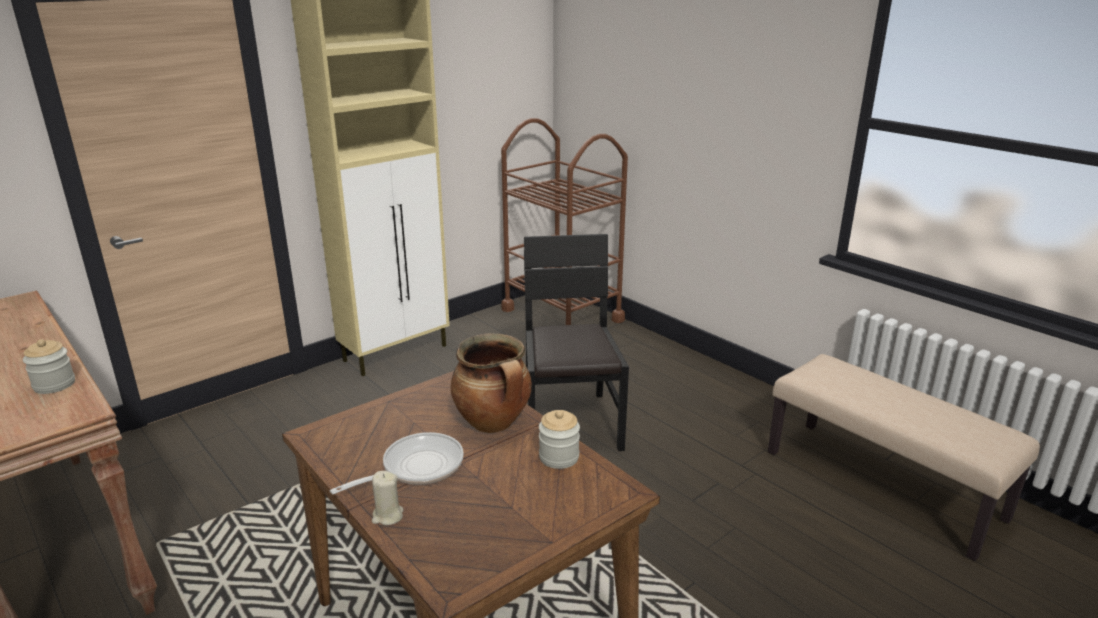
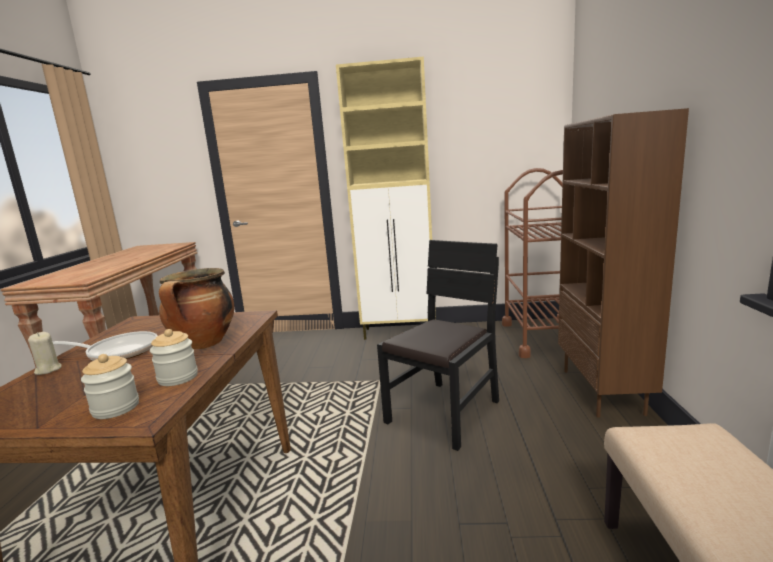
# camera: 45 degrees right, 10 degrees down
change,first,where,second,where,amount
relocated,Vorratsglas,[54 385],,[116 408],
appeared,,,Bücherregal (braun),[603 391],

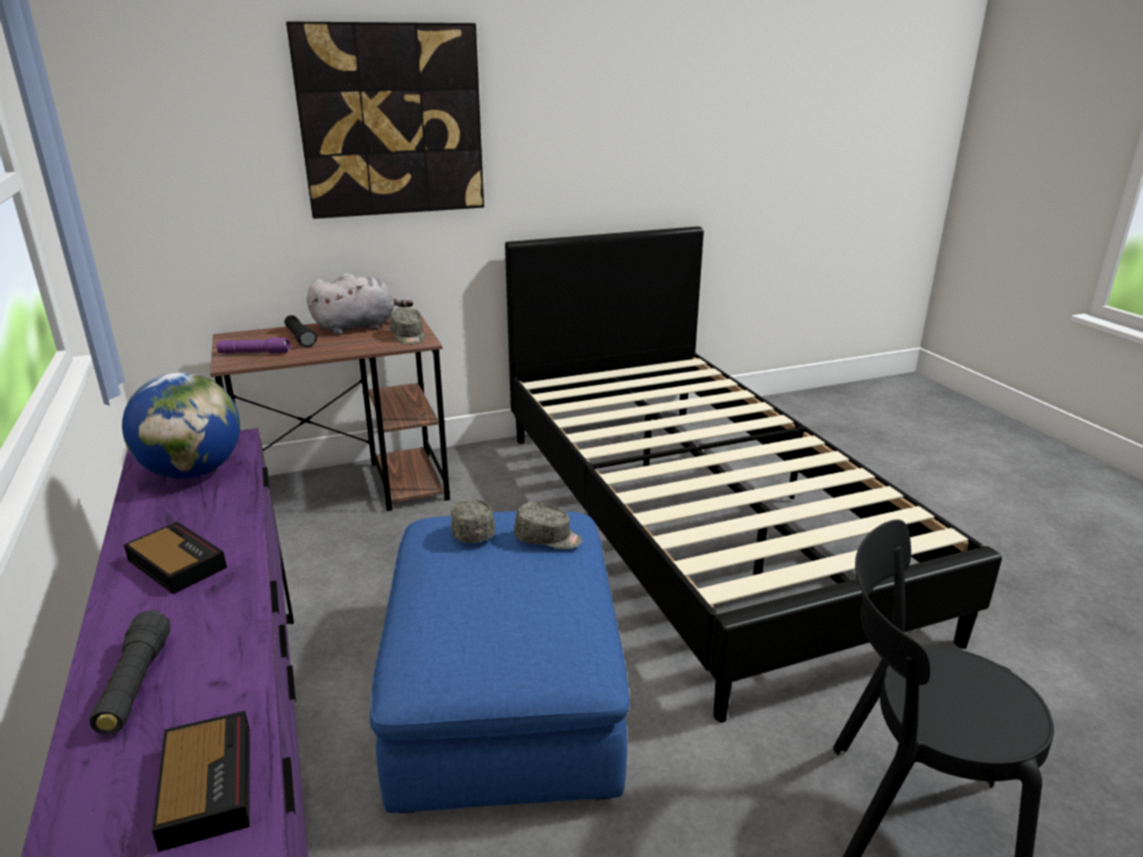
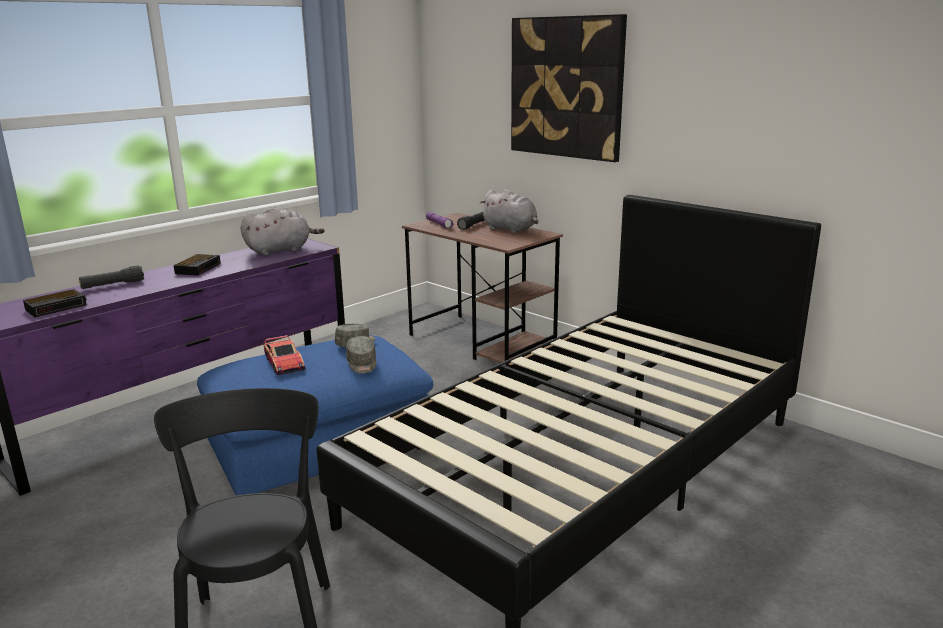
# camera: 65 degrees right, 5 degrees down
change,first,where,second,where,amount
missing,Kappe (grau),[408 336],,,
exchanged,Globus,[193 472],Plüschtier (grau),[281 250],
appeared,,,Spielzeugauto,[284 363],

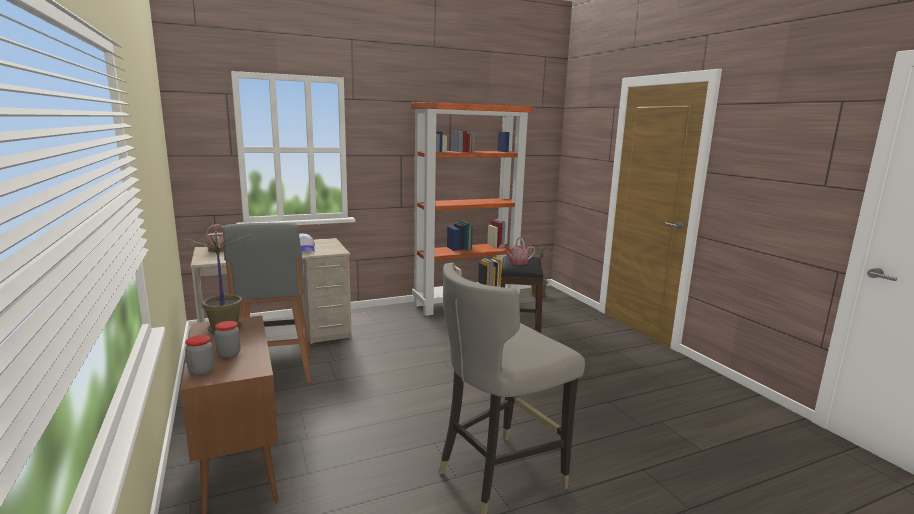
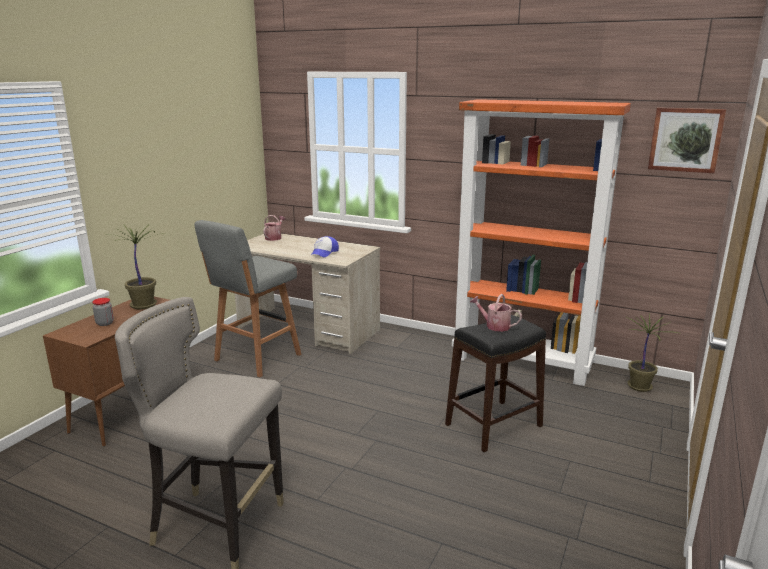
# camera: 50 degrees right, 5 degrees up
change,first,where,second,where,amount
missing,Vorratsglas,[201 371],,,
appeared,,,Bild,[685 139],

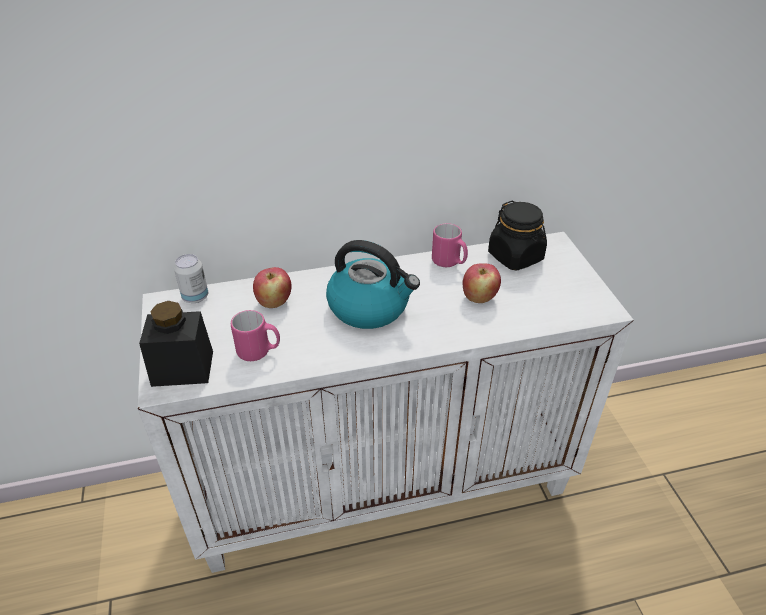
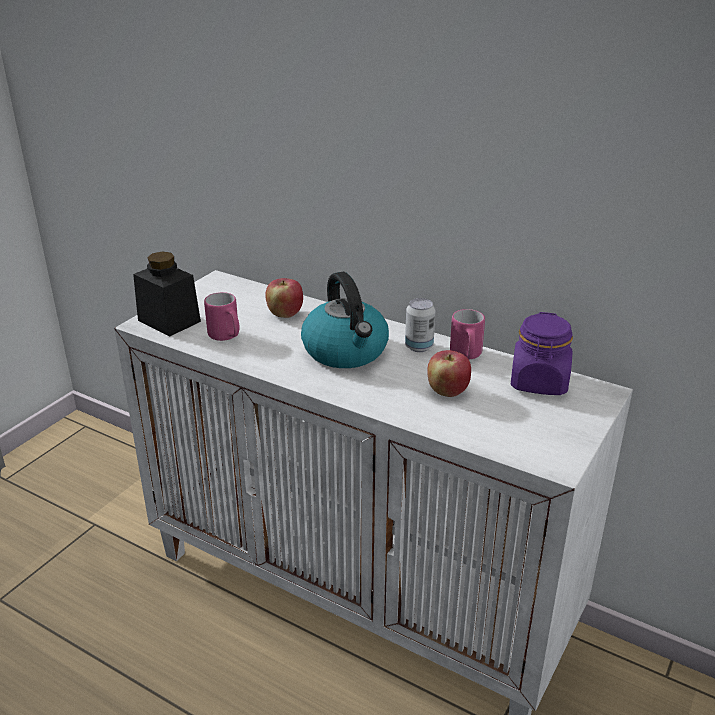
# camera: 45 degrees right, 10 degrees down
change,first,where,second,where,amount
colour,Vorratsglas (schwarz),[515 257],Vorratsglas (lila),[539 382],
relocated,Dose,[195 297],,[419 347],

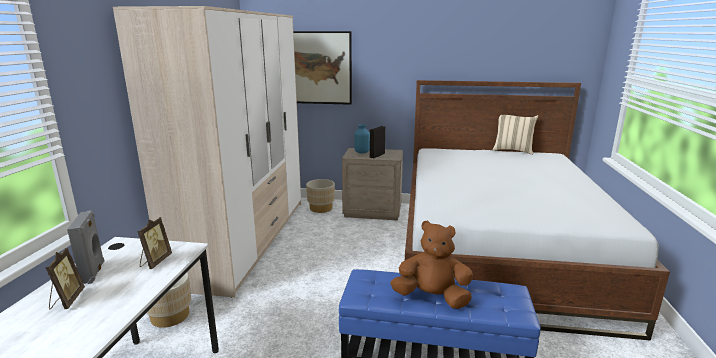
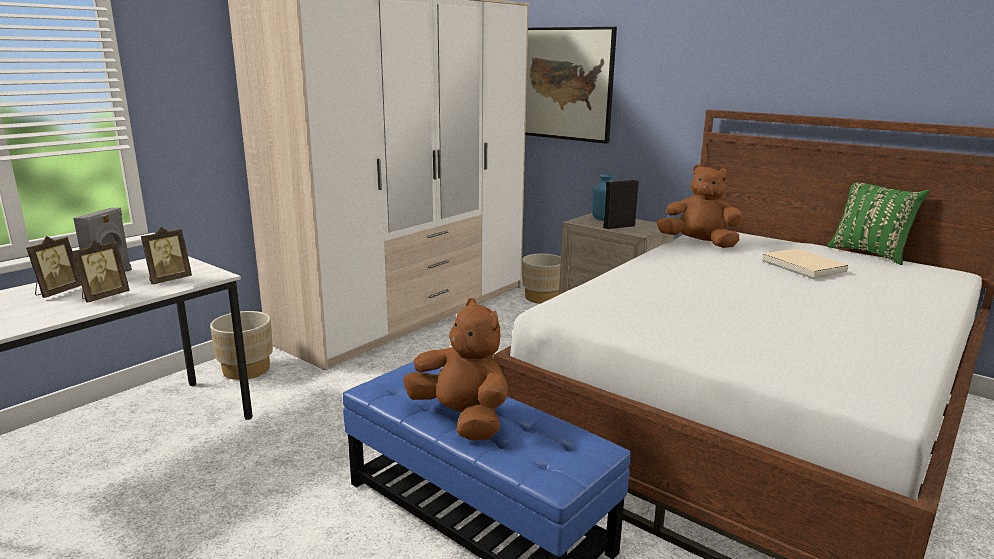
# camera: 30 degrees right, 0 degrees up
change,first,where,second,where,amount
colour,Kissen (beige),[513 150],Kissen (grün),[869 253],
appeared,,,Plüschtier (braun),[698 243],
appeared,,,Bilderrahmen,[104 297],
appeared,,,Buch (beige),[803 267],

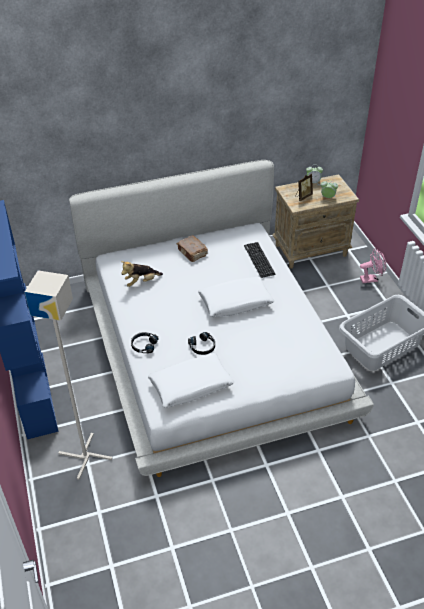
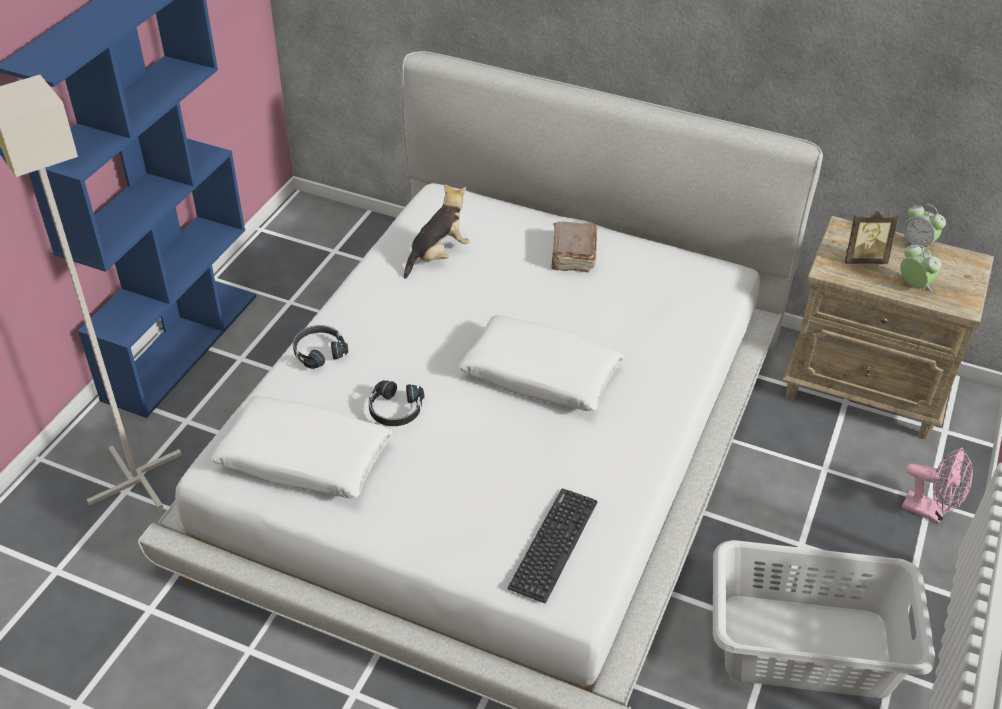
# camera: 40 degrees right, 0 degrees up
change,first,where,second,where,amount
relocated,Tastatur,[259 260],,[553 544],
spun,Plüschtier,[141 282],,[438 255],120 degrees clockwise

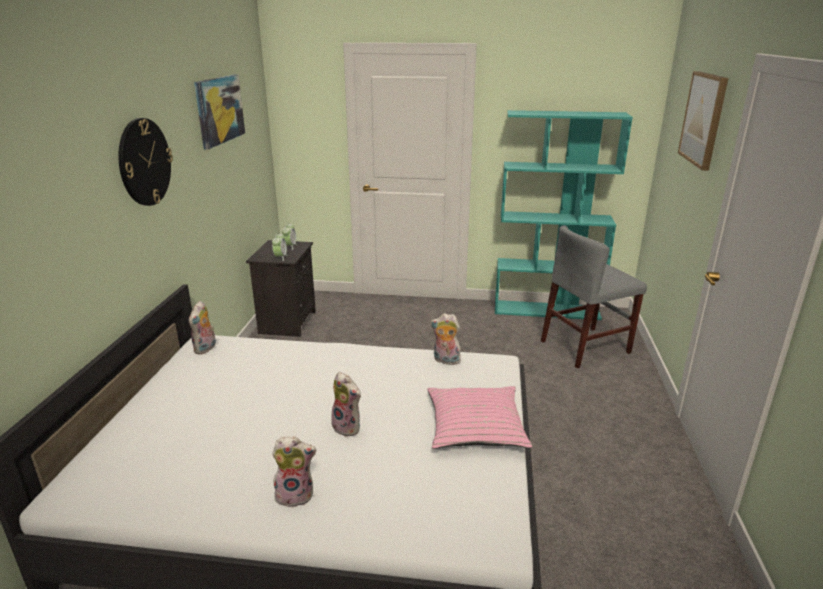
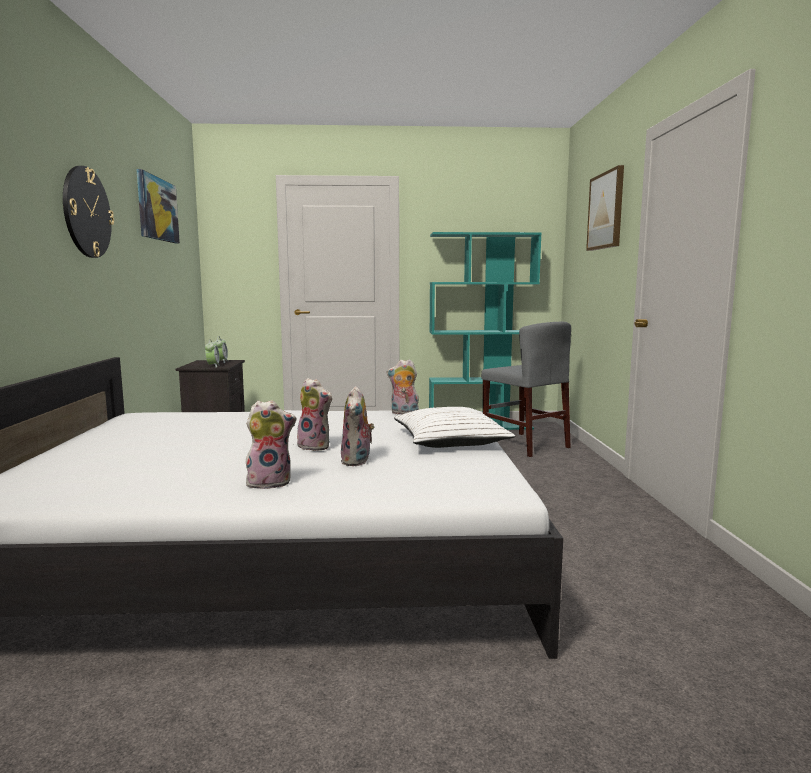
# camera: 10 degrees left, 15 degrees down
change,first,where,second,where,amount
spun,Stuhl (grau),[585 347],,[525 444],90 degrees counterclockwise
relocated,Plüschtier,[206 349],,[357 461],
colour,Kissen (rosa),[475 427],Kissen (weiß),[450 441],

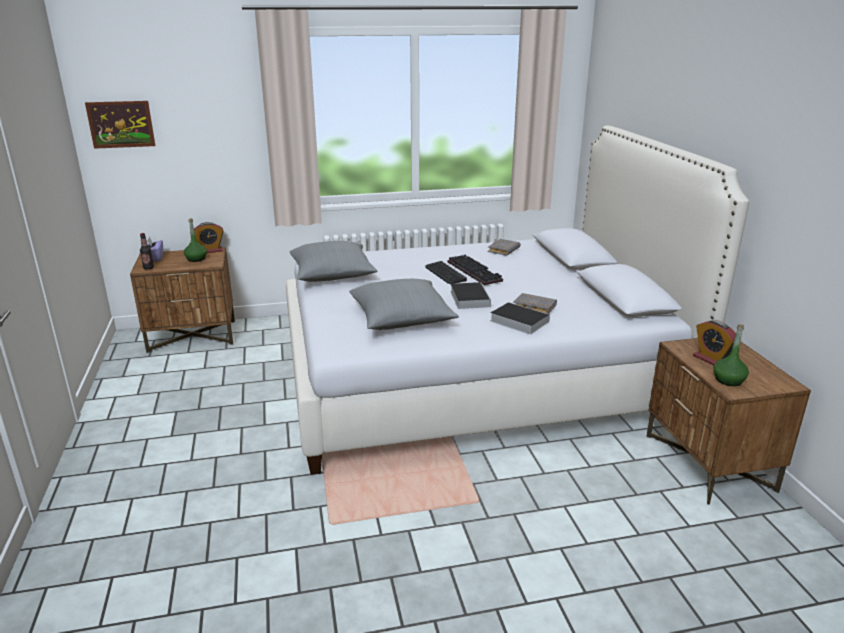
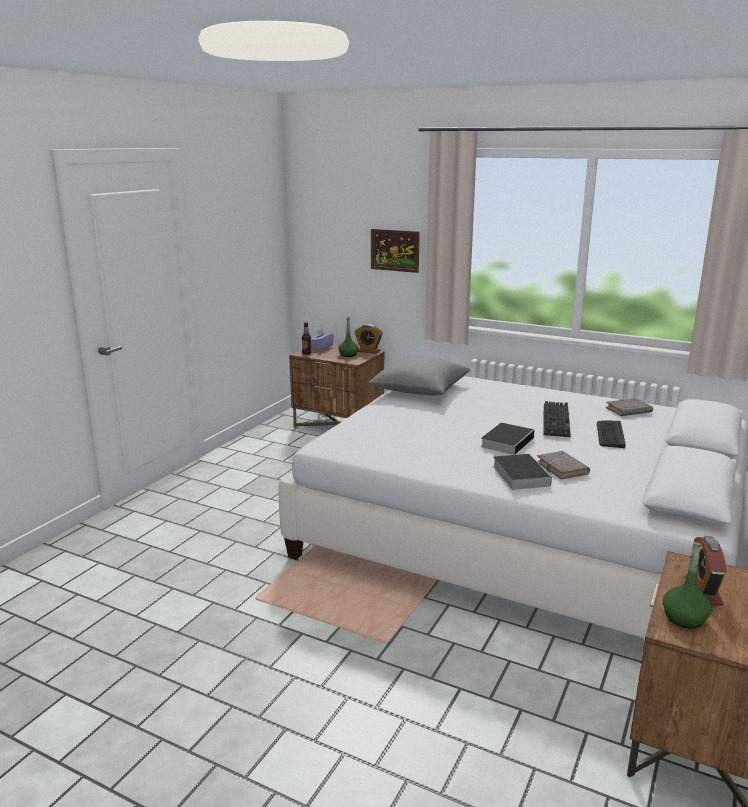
# camera: 40 degrees right, 5 degrees down
change,first,where,second,where,amount
relocated,Bild,[121 124],,[395 250],
relocated,Tastatur,[445 273],,[610 434],
missing,Kissen (grau),[401 319],,,

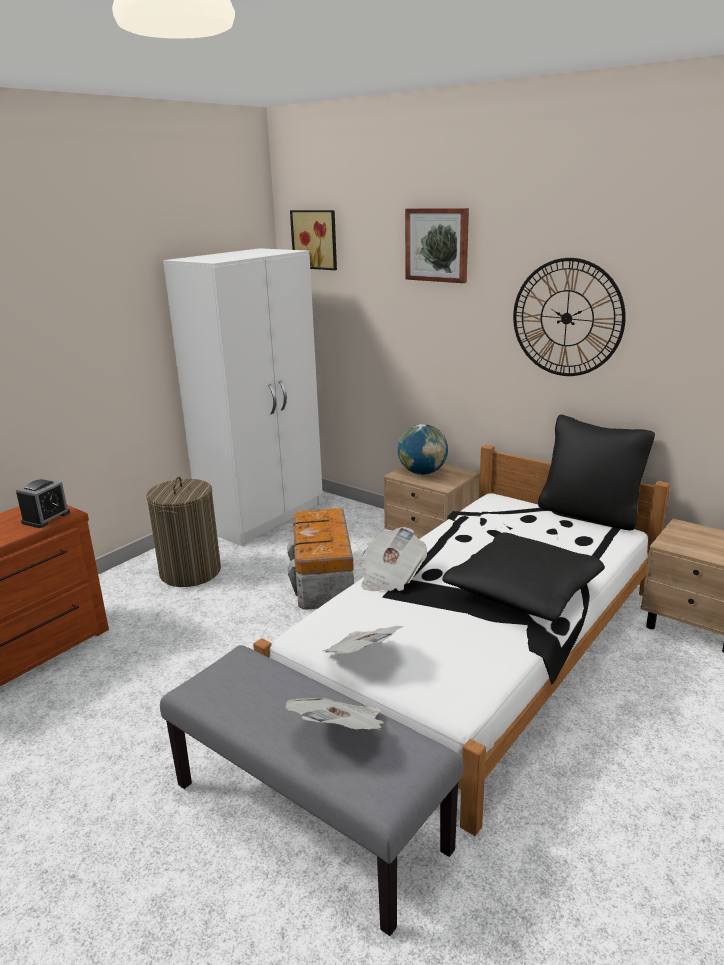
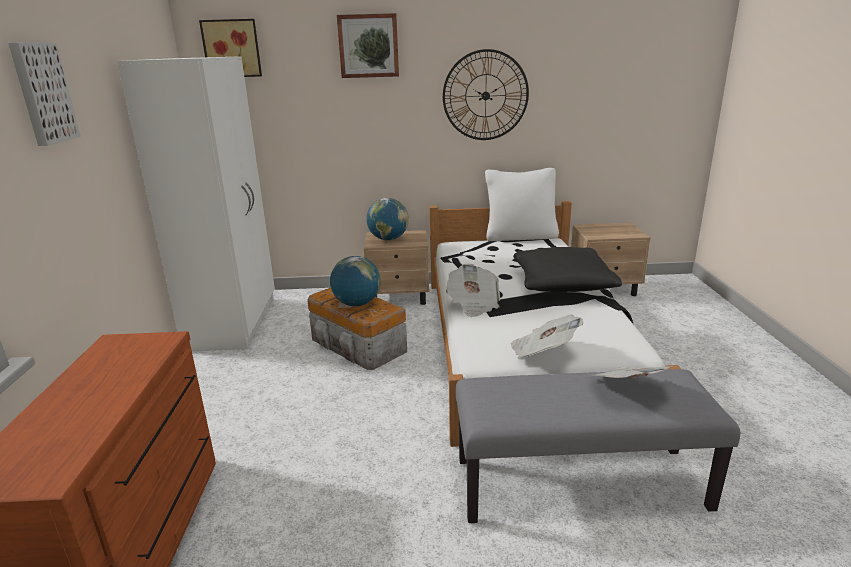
# camera: 40 degrees left, 0 degrees up
change,first,where,second,where,amount
colour,Kissen (schwarz),[589 514],Kissen (weiß),[520 236],
missing,Wäschekorb,[190 571],,,
missing,Wecker,[46 518],,,
appeared,,,Bild,[42 93],
appeared,,,Globus,[357 304],

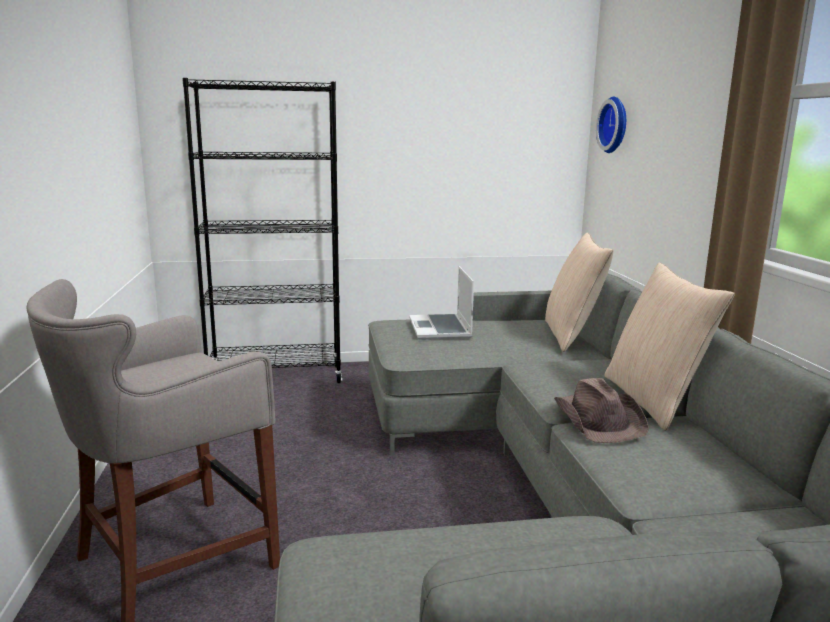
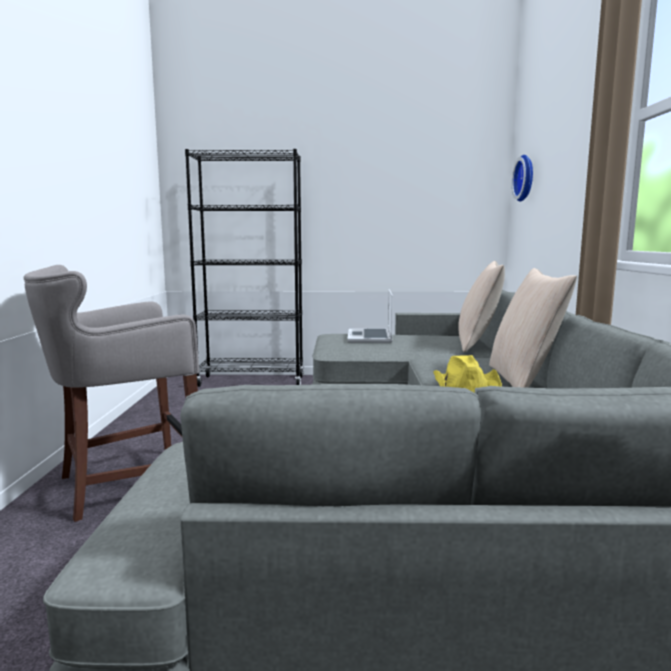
# camera: 10 degrees right, 5 degrees down
change,first,where,second,where,amount
colour,Hut (braun),[599 419],Hut (gelb),[467 388],

